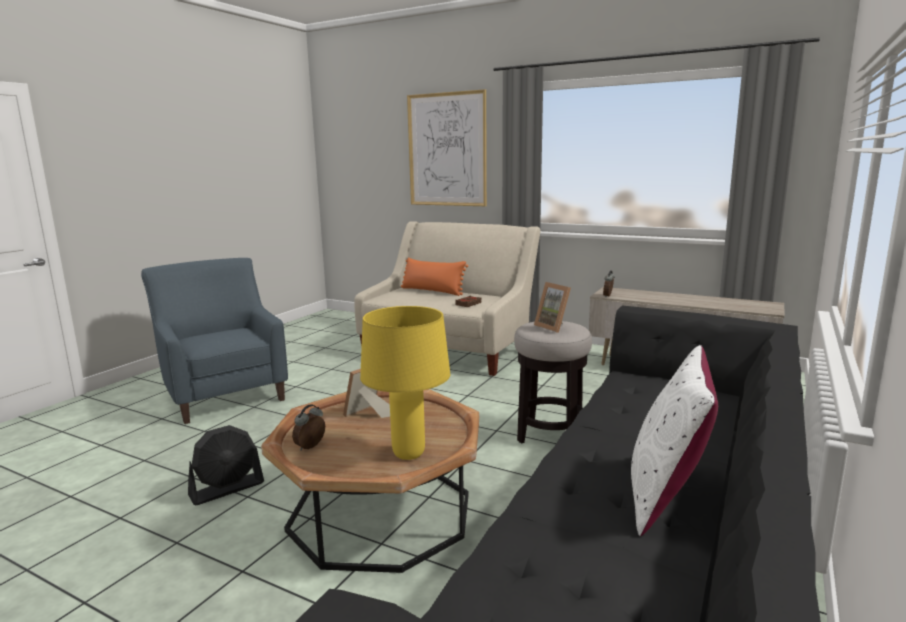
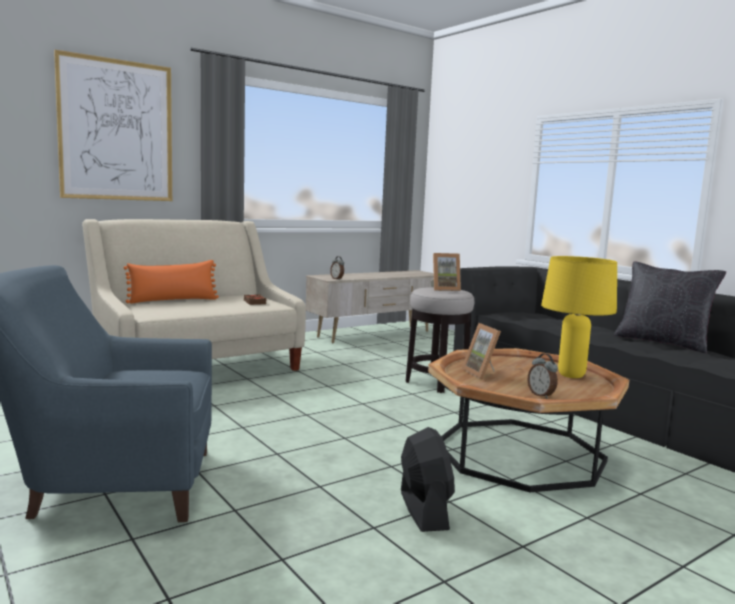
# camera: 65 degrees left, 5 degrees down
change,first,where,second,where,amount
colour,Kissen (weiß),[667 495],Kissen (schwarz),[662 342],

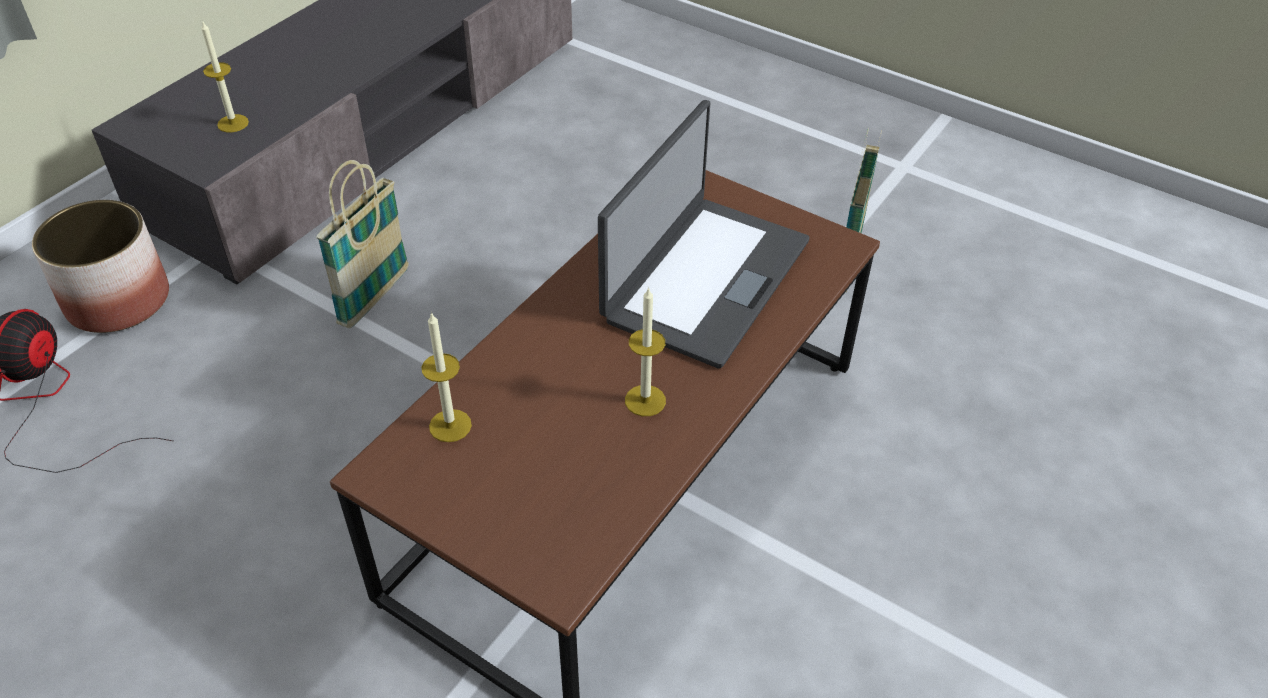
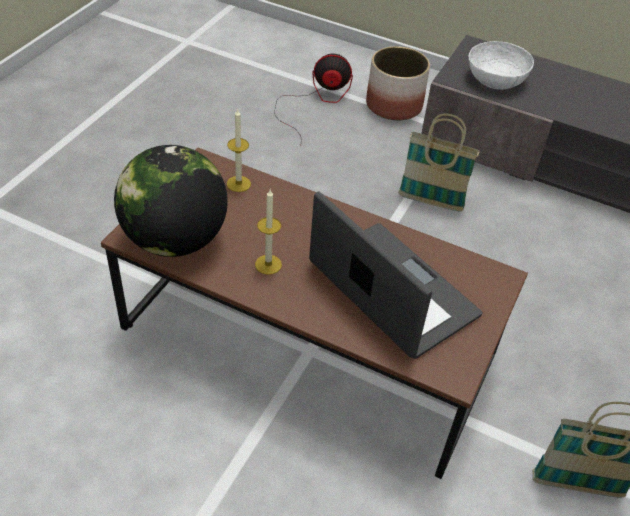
# camera: 80 degrees right, 0 degrees up
change,first,where,second,where,amount
exchanged,Kerze,[233 123],Schüssel (weiß),[495 79],
spun,Laptop,[704 279],,[391 290],150 degrees counterclockwise
appeared,,,Globus,[175 240],

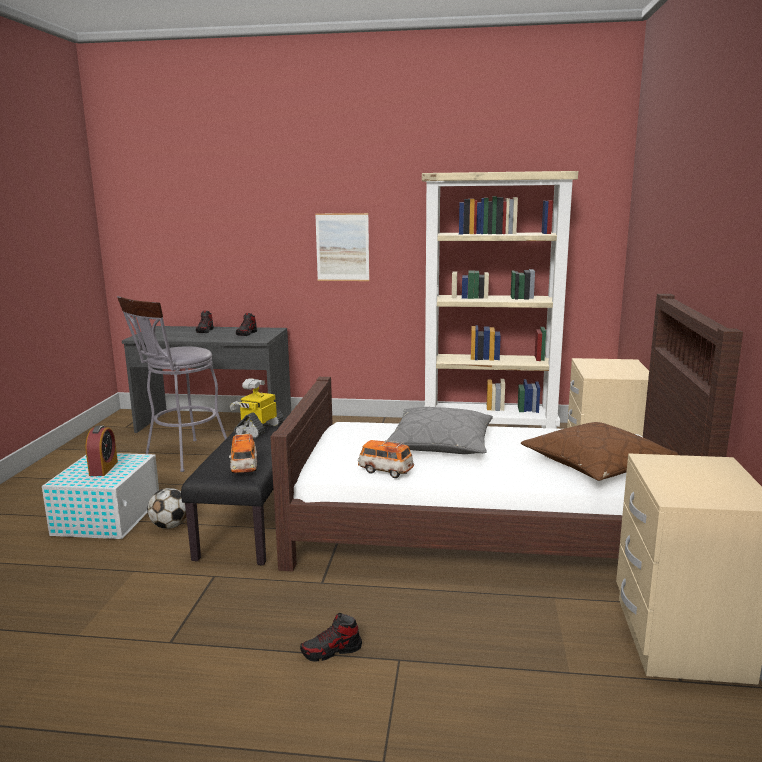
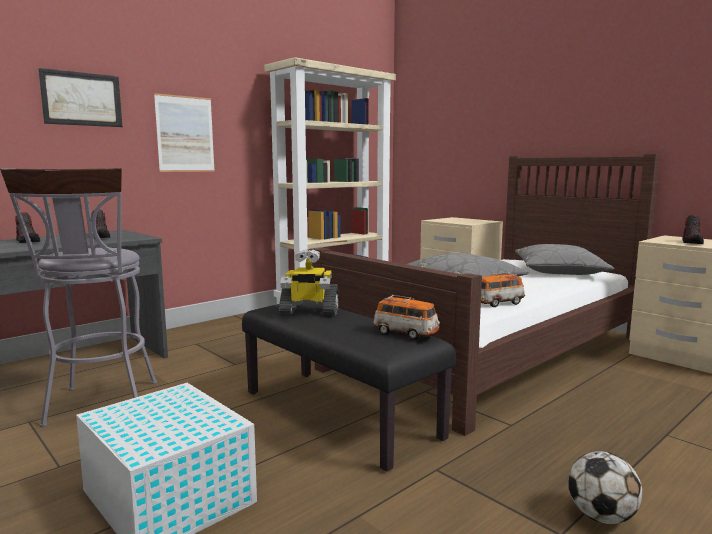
# camera: 50 degrees left, 5 degrees down
change,first,where,second,where,amount
spun,Spielzeugroboter,[259 430],,[309 312],60 degrees counterclockwise
colour,Kissen (braun),[596 464],Kissen (grau),[559 271],
missing,Wecker,[103 468],,,
relocated,Fußball,[170 526],,[601 516],
relocated,Schuh,[331 651],,[692 242],
appeared,,,Bild,[82 99],

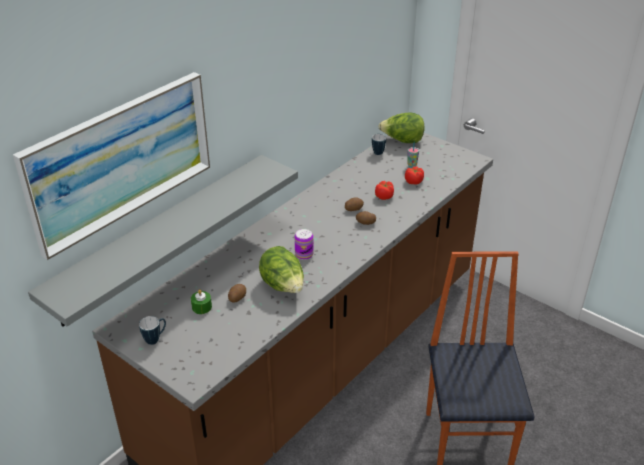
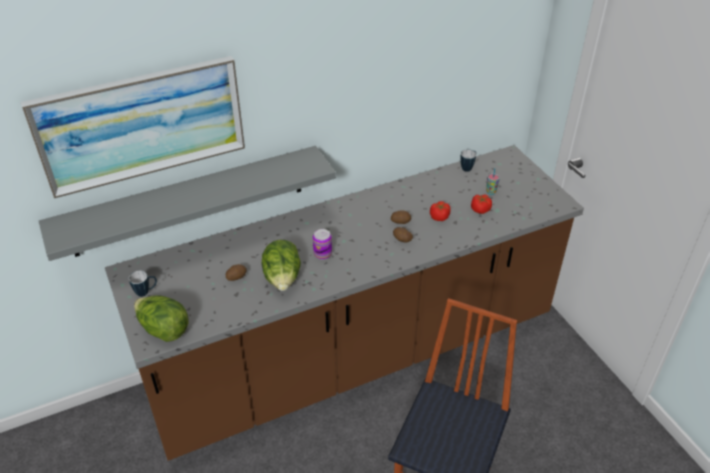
# camera: 25 degrees right, 5 degrees up
change,first,where,second,where,amount
relocated,Salatkopf,[402 141],,[163 330],
missing,Kerze (grün),[202 307],,,

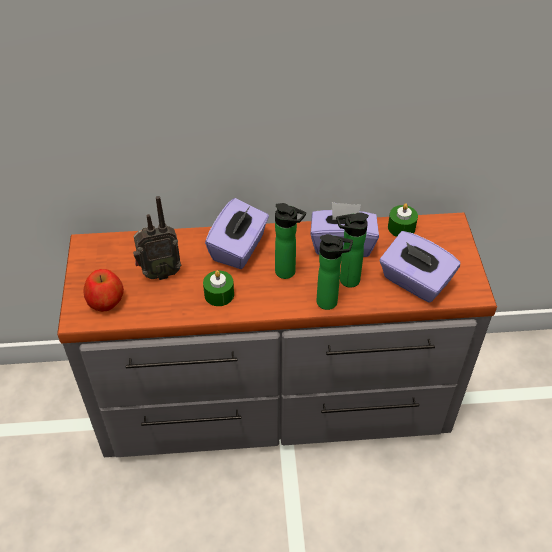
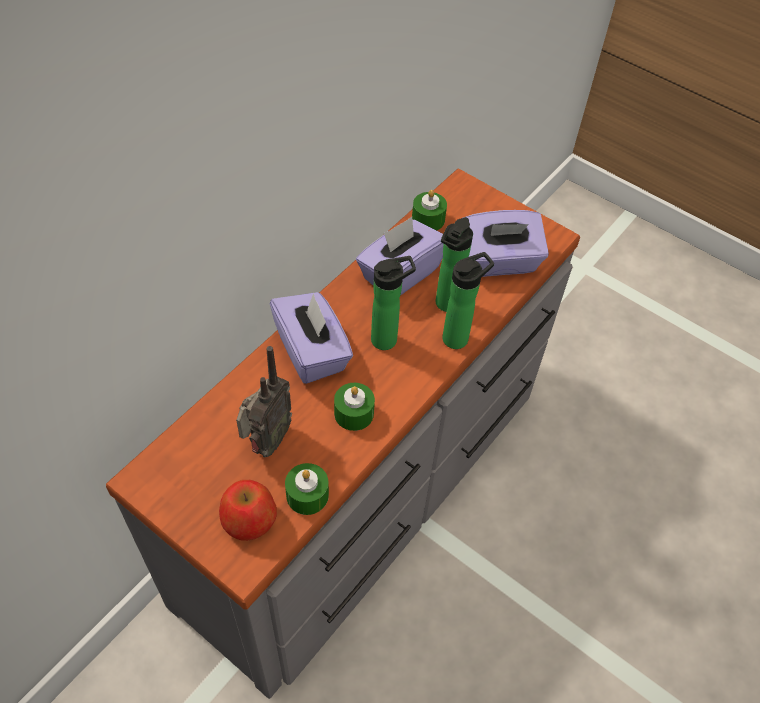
# camera: 50 degrees left, 5 degrees up
change,first,where,second,where,amount
appeared,,,Kerze (grün),[307 495],

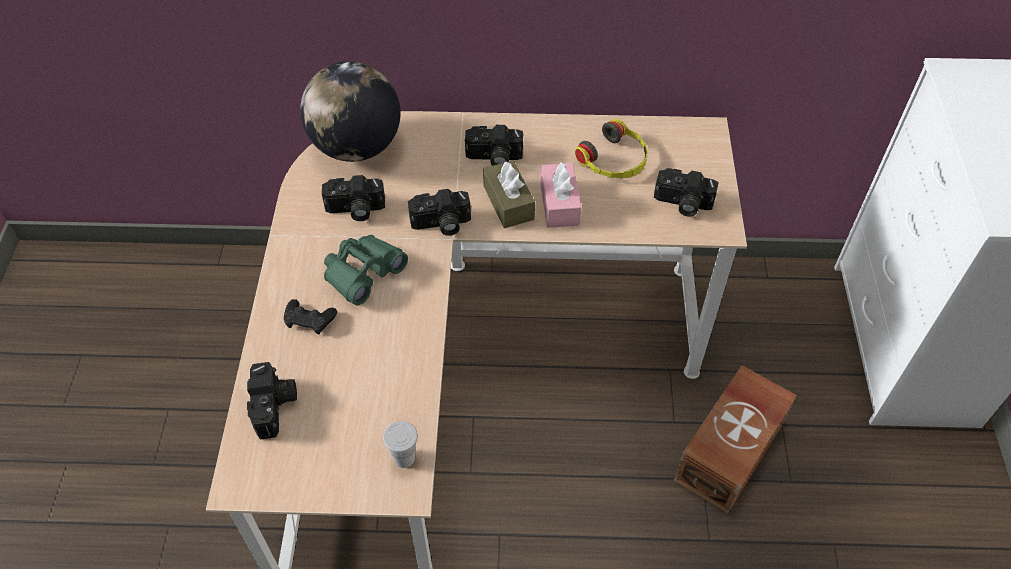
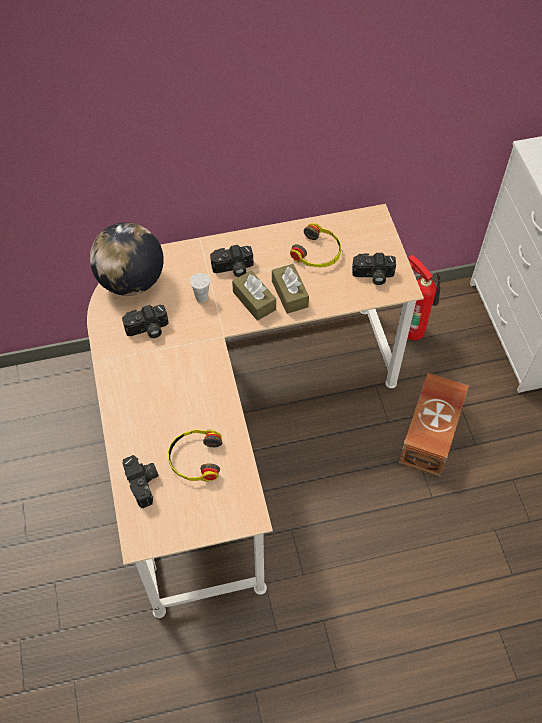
# camera: 15 degrees left, 5 degrees up
change,first,where,second,where,amount
colour,Taschentuchbox (rosa),[559 204],Taschentuchbox (braun),[289 294],
missing,Kamera,[441 224],,,
missing,Fernglas (grün),[363 273],,,
missing,Gamepad (schwarz),[309 320],,,
relocated,Tasse (weiß),[404 458],,[201 297],
appeared,,,Feuerlöscher,[414 328],
appeared,,,Kopfhörer,[195 458],

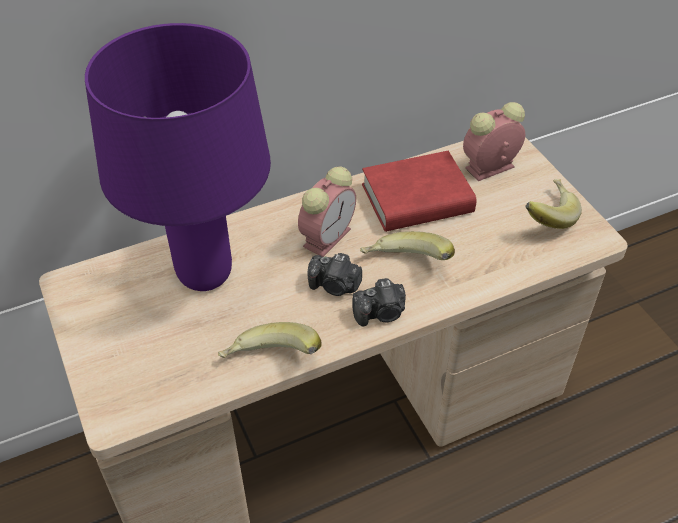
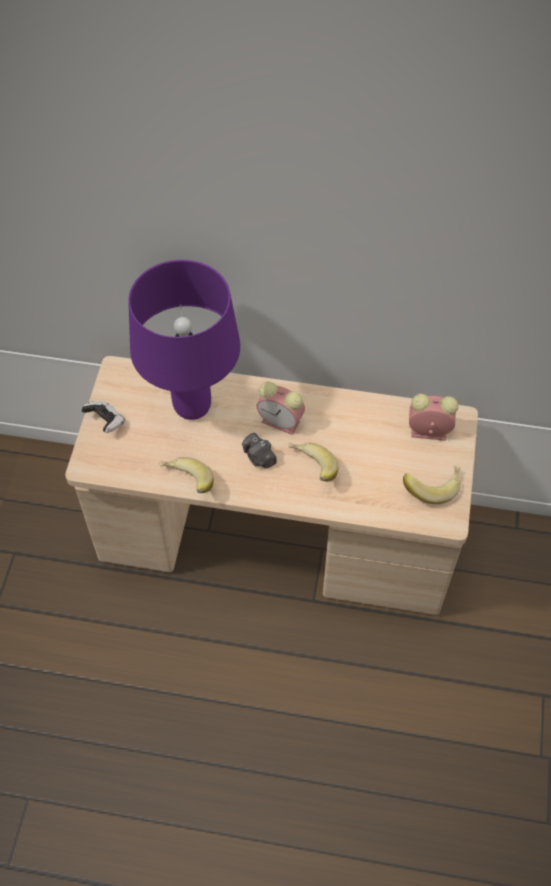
# camera: 35 degrees right, 10 degrees up
change,first,where,second,where,amount
missing,Buch (rot),[417 199],,,
spun,Wecker,[328 236],,[282 422],45 degrees clockwise
missing,Kamera,[381 313],,,
appeared,,,Gamepad,[105 421],

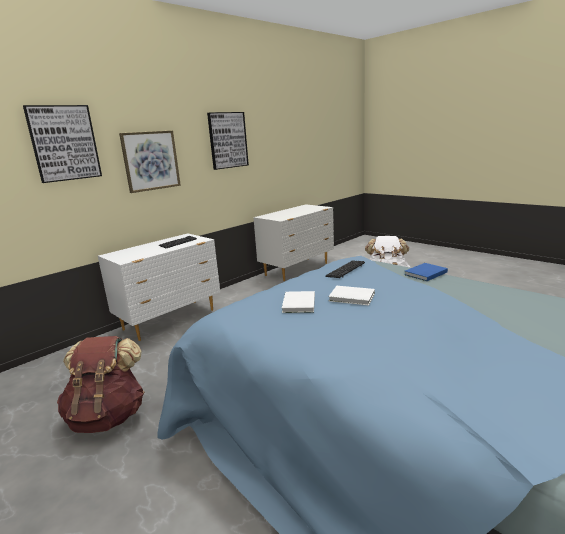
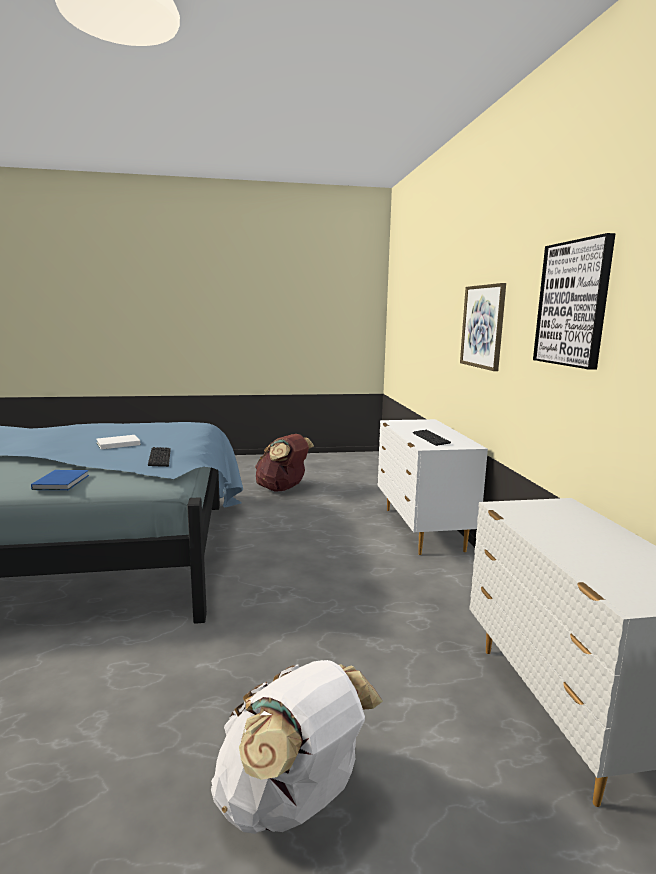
# camera: 125 degrees right, 5 degrees down
change,first,where,second,where,amount
missing,Bild,[64 143],,,
missing,Buch (weiß),[298 304],,,

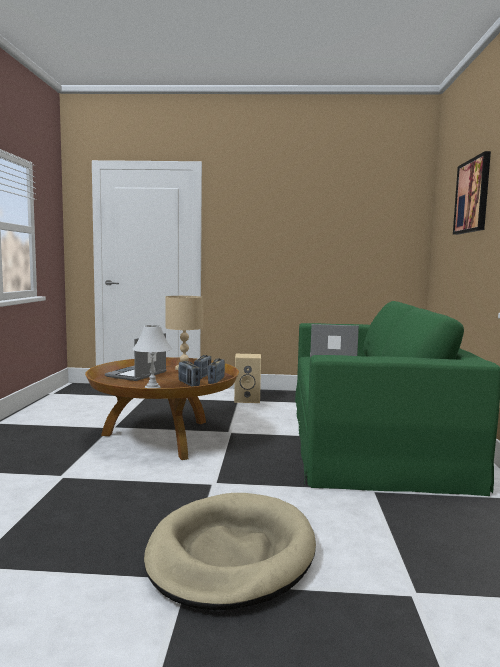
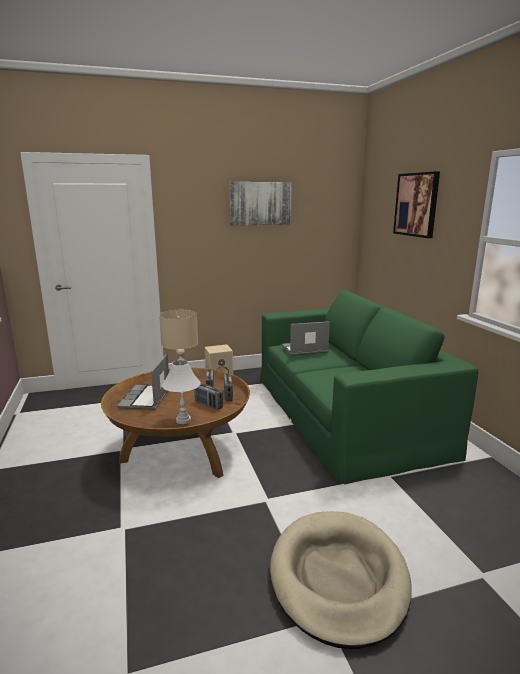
# camera: 20 degrees left, 10 degrees up
change,first,where,second,where,amount
appeared,,,Bild,[260 203],

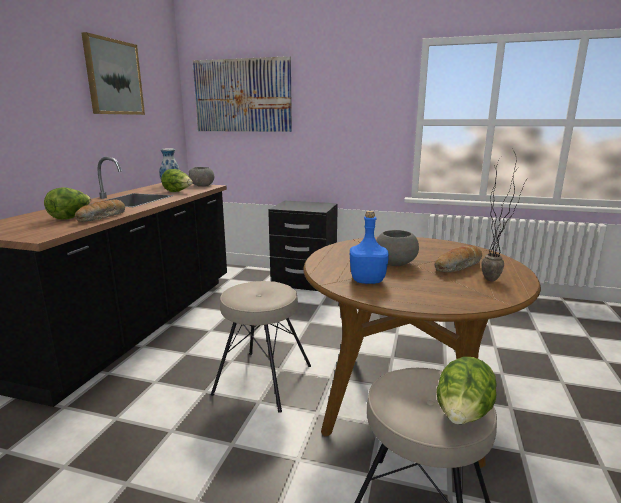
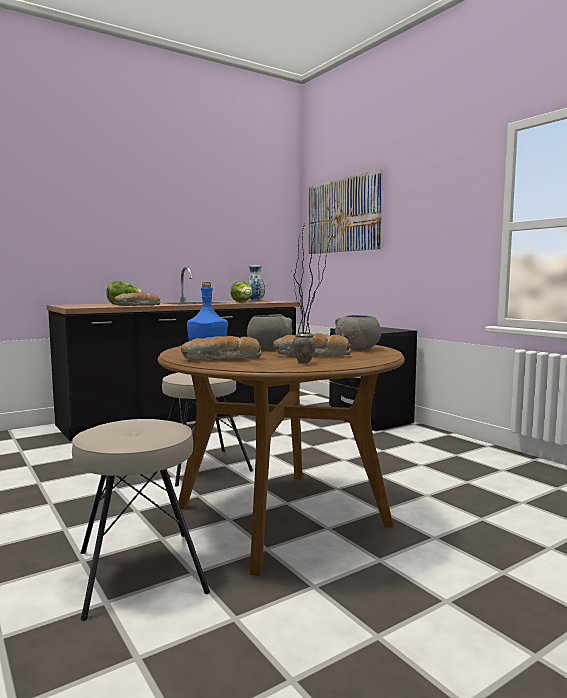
# camera: 40 degrees right, 10 degrees down
change,first,where,second,where,amount
missing,Bild,[113 77],,,
relocated,Schüssel (grau),[202 186],,[358 349],
missing,Salatkopf,[463 416],,,
appeared,,,Brot,[222 359],

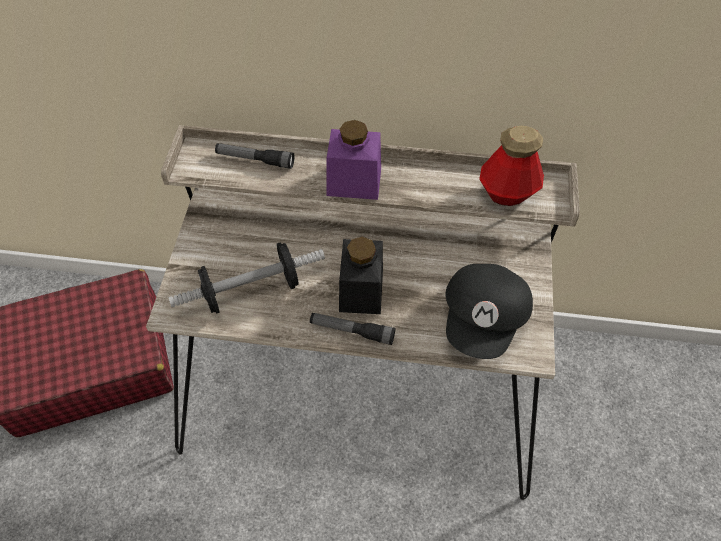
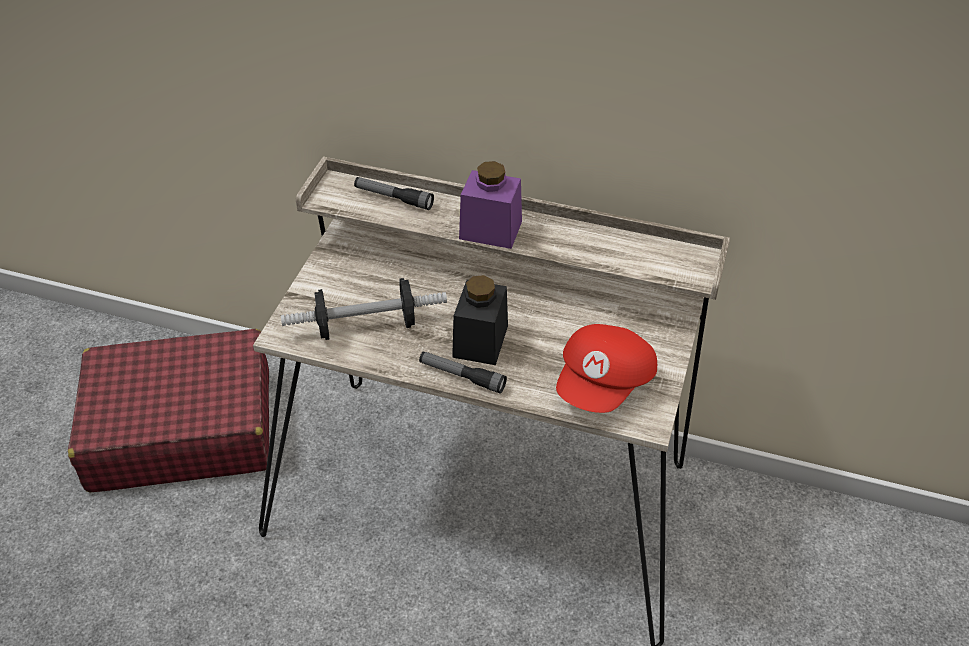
# camera: 10 degrees right, 10 degrees down
change,first,where,second,where,amount
missing,Flasche,[507 193],,,
colour,Kappe (schwarz),[484 319],Kappe (rot),[605 384],

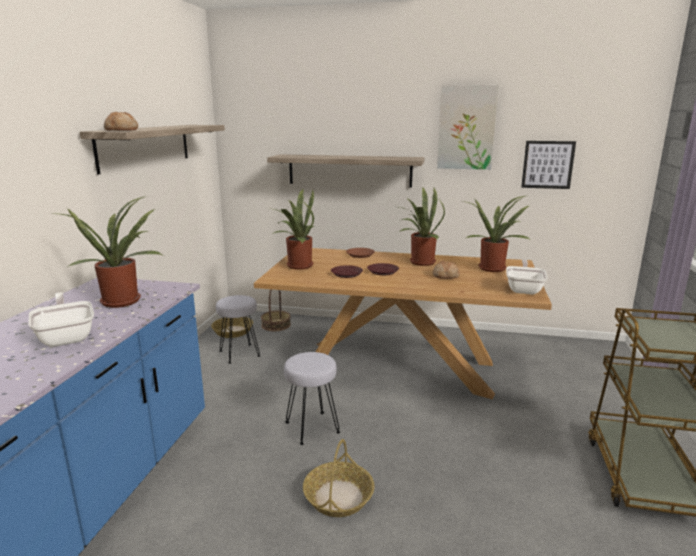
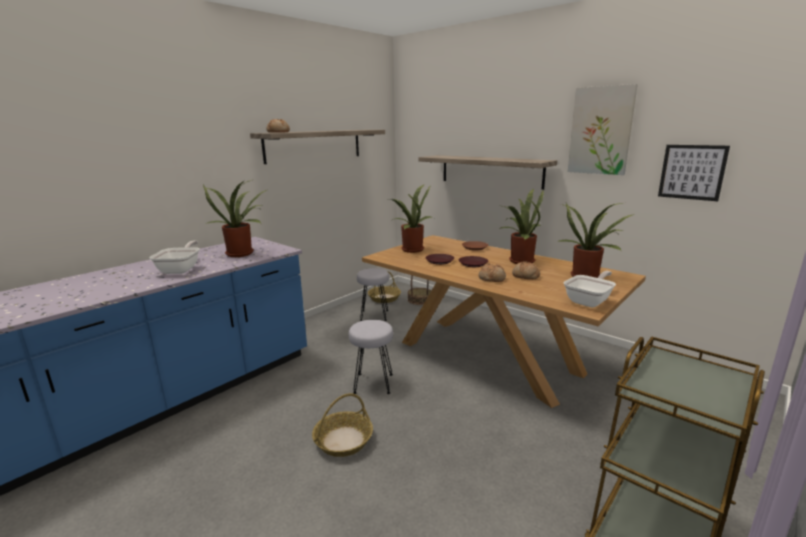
# camera: 30 degrees right, 0 degrees up
change,first,where,second,where,amount
appeared,,,Brot,[492 278],

